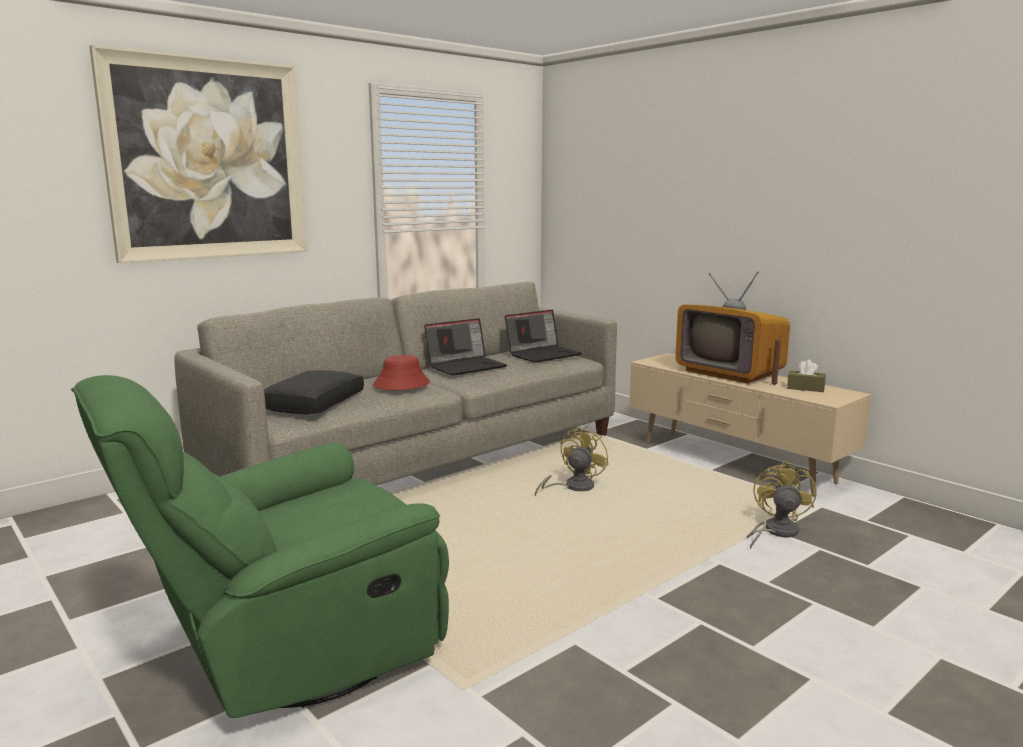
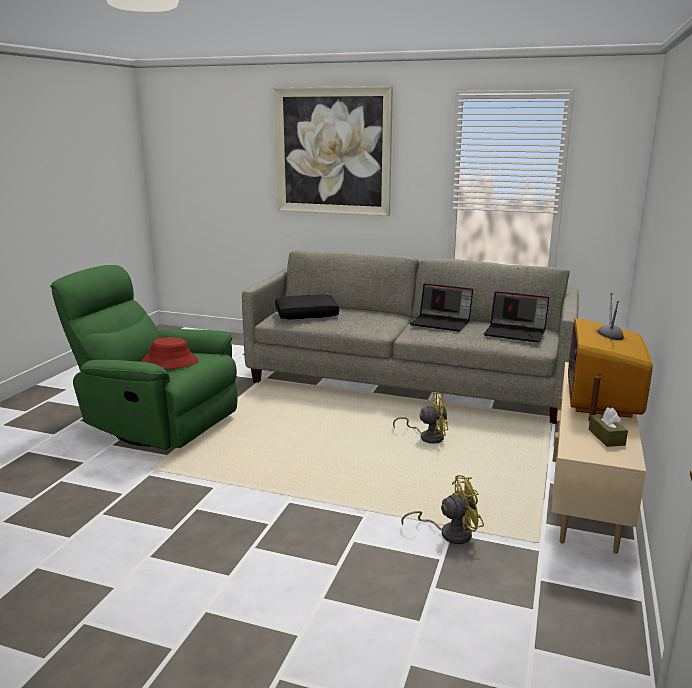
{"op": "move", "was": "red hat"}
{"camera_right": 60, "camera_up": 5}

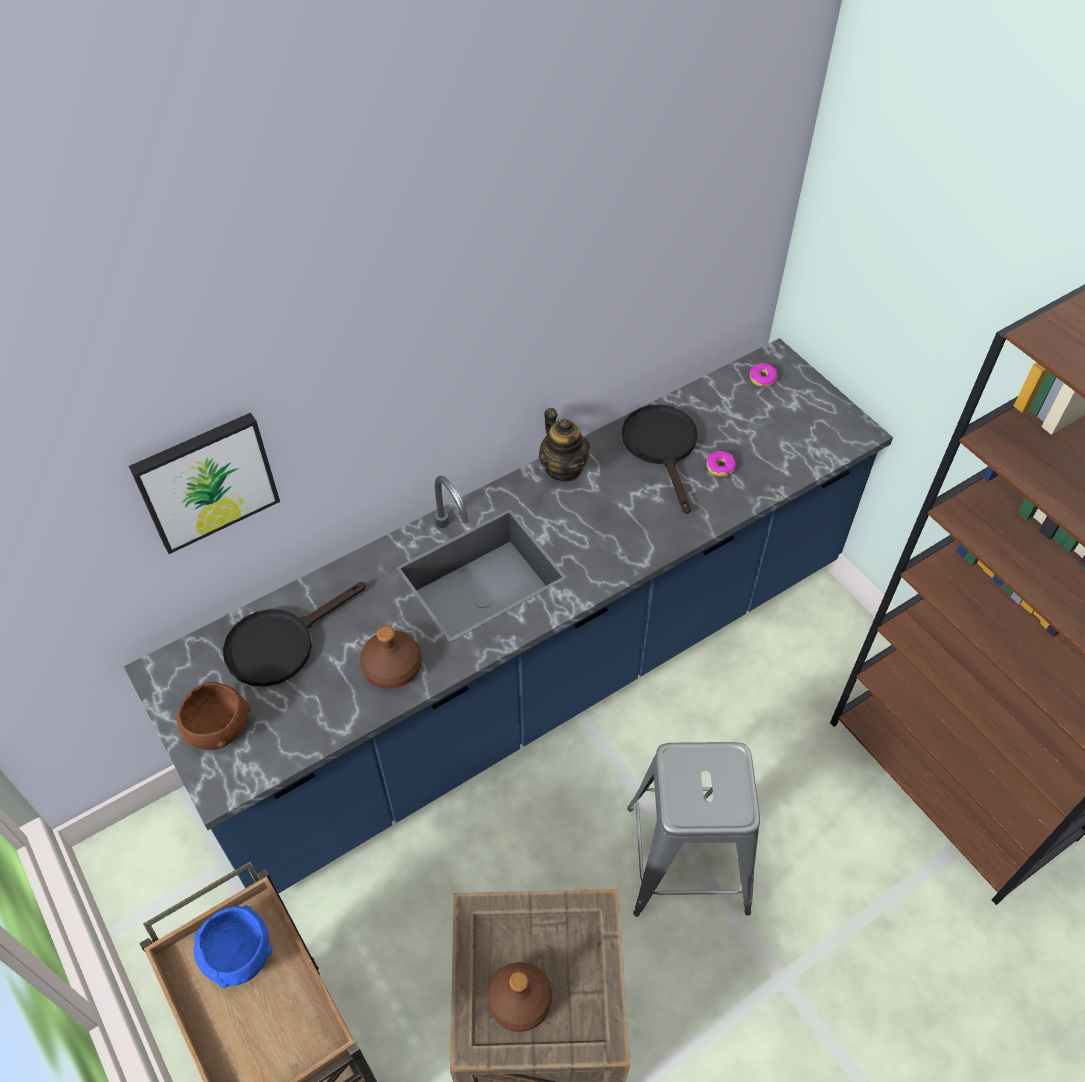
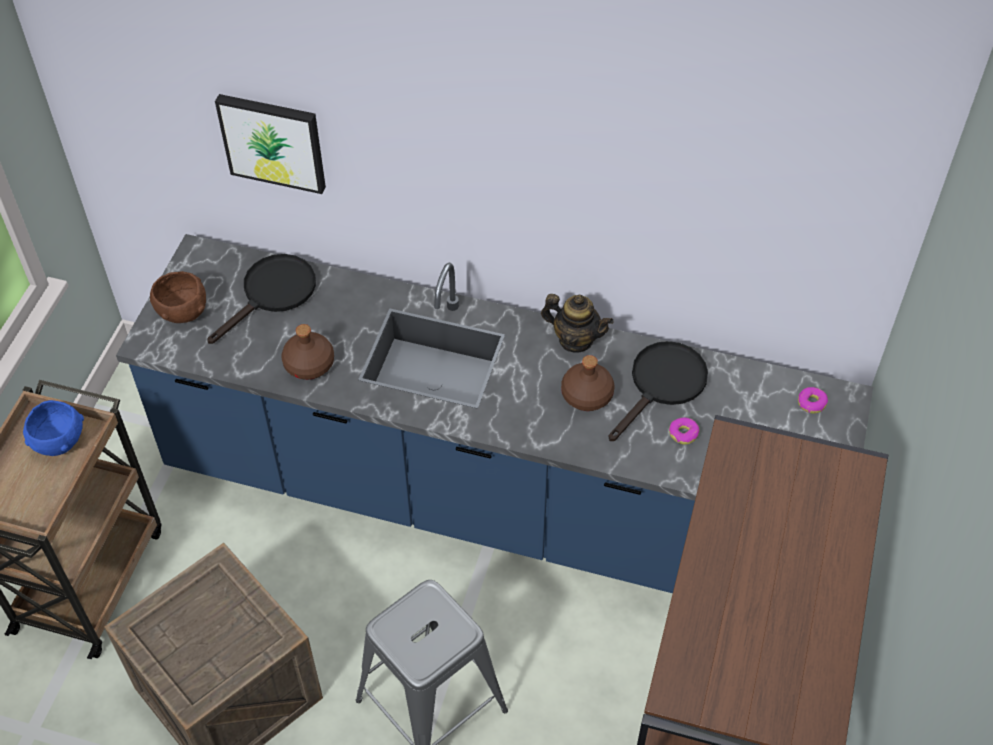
{"op": "rotate", "was": "teapot", "clockwise": -90}
{"op": "rotate", "was": "black frying pan (1st from left)", "clockwise": 120}
{"op": "move", "was": "brown bottle (2nd from left)"}
{"camera_right": 50, "camera_up": 0}

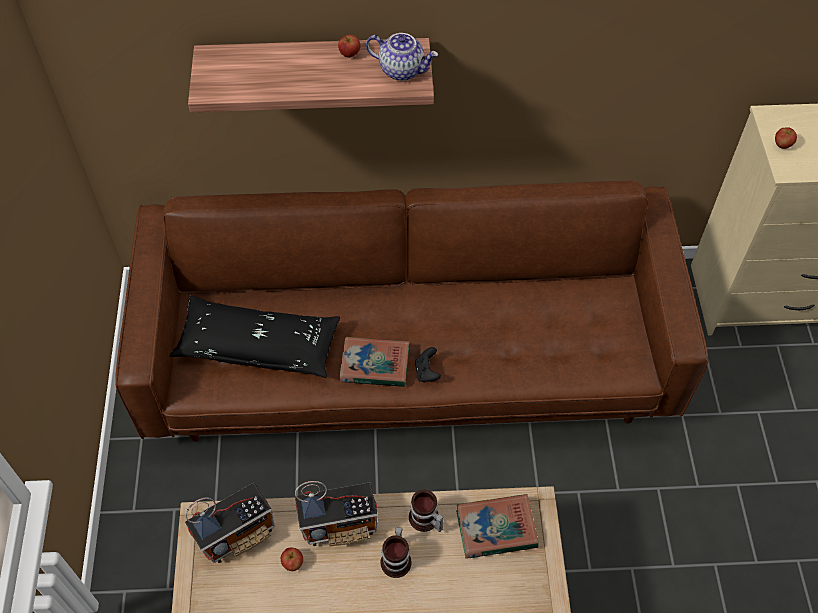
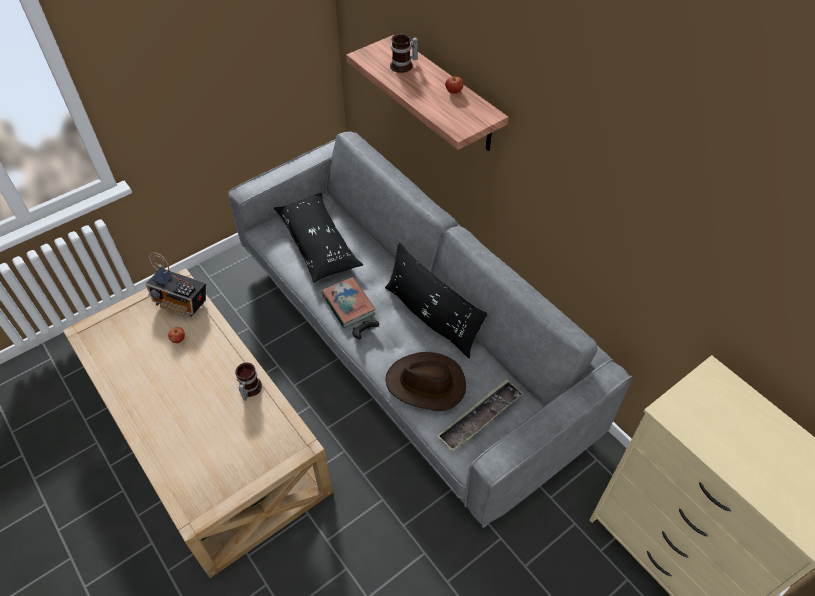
{"op": "delete", "was": "teapot"}
{"op": "delete", "was": "apple (3rd from left)"}
{"op": "recolor", "was": "brown sofa", "now": "grey sofa"}
{"op": "delete", "was": "radio (2nd from left)"}
{"op": "delete", "was": "book (2nd from left)"}
{"op": "move", "was": "mug (1st from left in the first image)", "now": "mug (2nd from left)"}
{"op": "insert", "now": "black pillow (2nd from left)"}
{"op": "insert", "now": "brown hat"}
{"op": "insert", "now": "tray"}
{"camera_right": 55, "camera_up": -5}

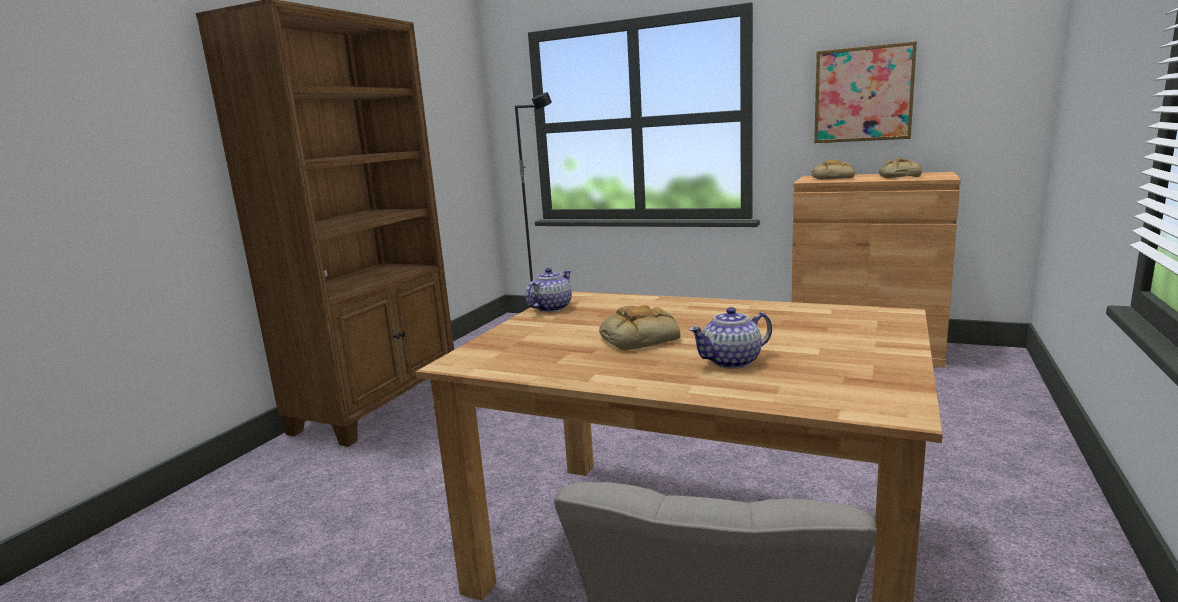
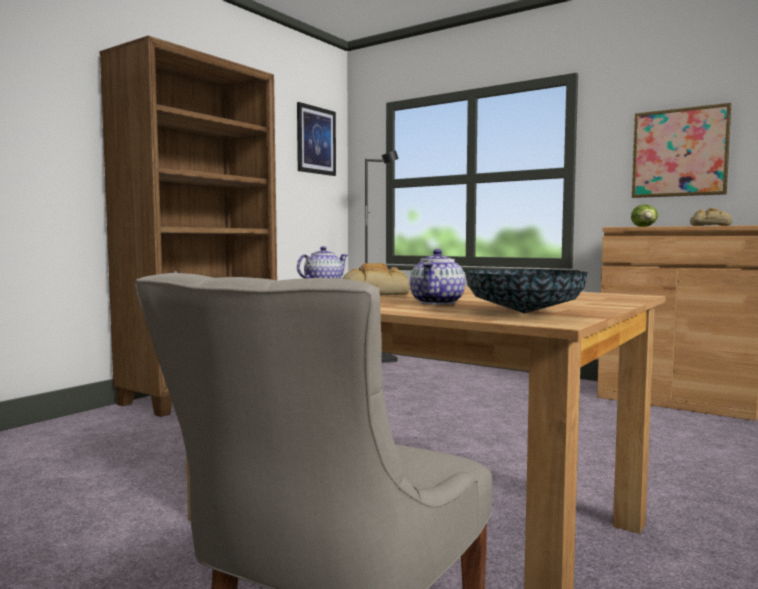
{"op": "replace", "was": "bread (2nd from left)", "now": "lettuce"}
{"op": "rotate", "was": "teapot (2nd from left)", "clockwise": -60}
{"op": "insert", "now": "picture (1st from left)"}
{"op": "insert", "now": "bowl"}
{"camera_right": 10, "camera_up": -10}

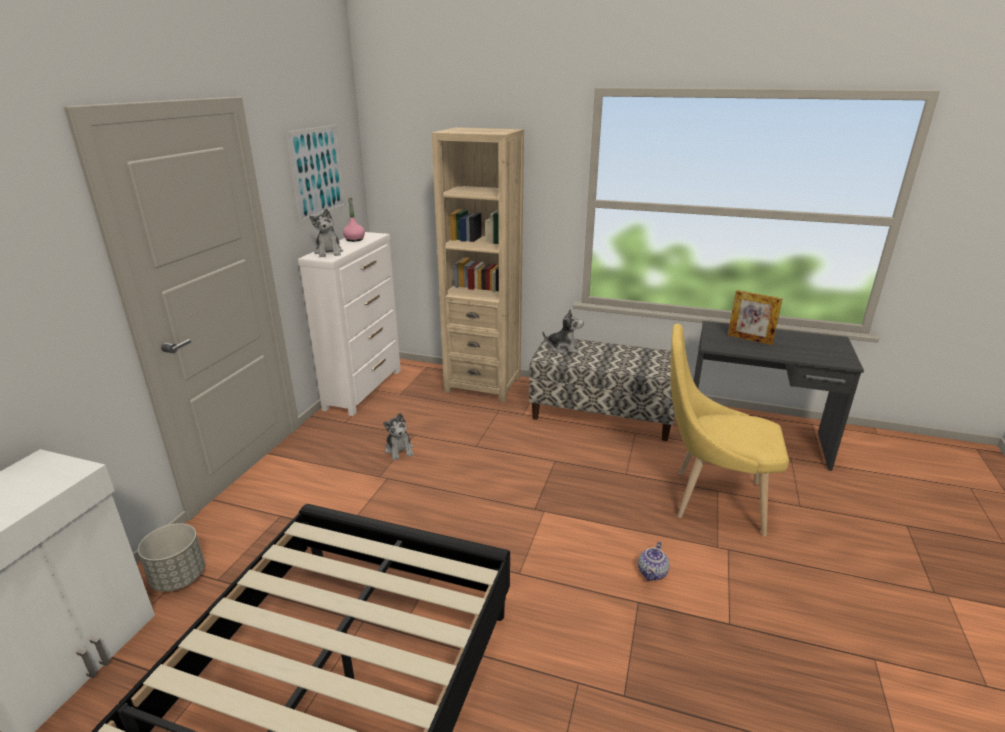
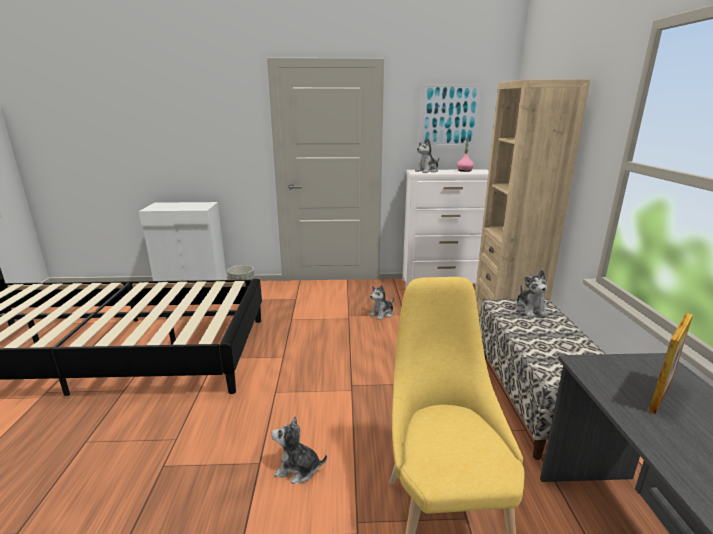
{"op": "rotate", "was": "picture frame", "clockwise": -150}
{"op": "replace", "was": "teapot", "now": "plush toy (1st from left)"}
{"camera_right": 70, "camera_up": -5}

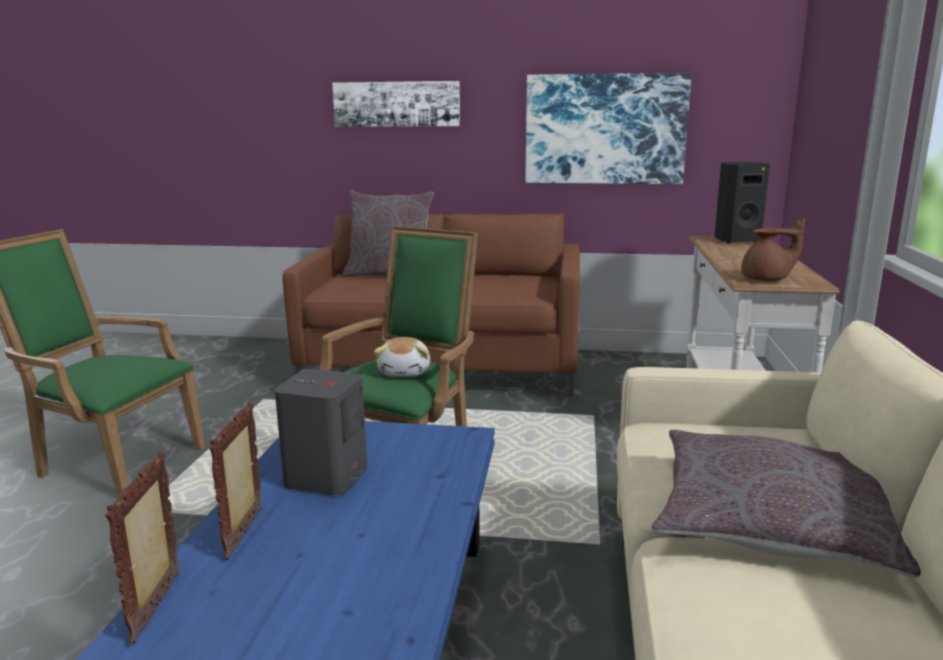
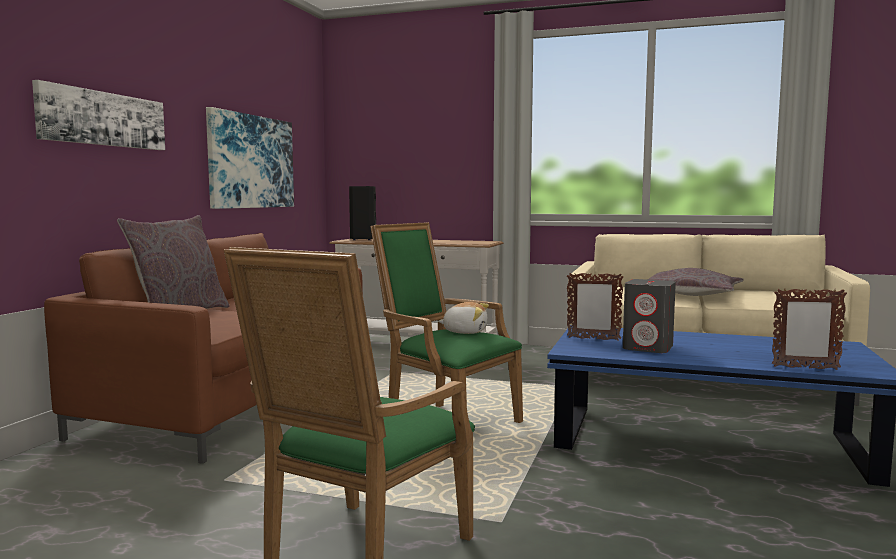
{"op": "delete", "was": "brown teapot"}
{"op": "move", "was": "picture frame (2nd from left in the first image)", "now": "picture frame (1st from left)"}
{"camera_right": -80, "camera_up": -10}

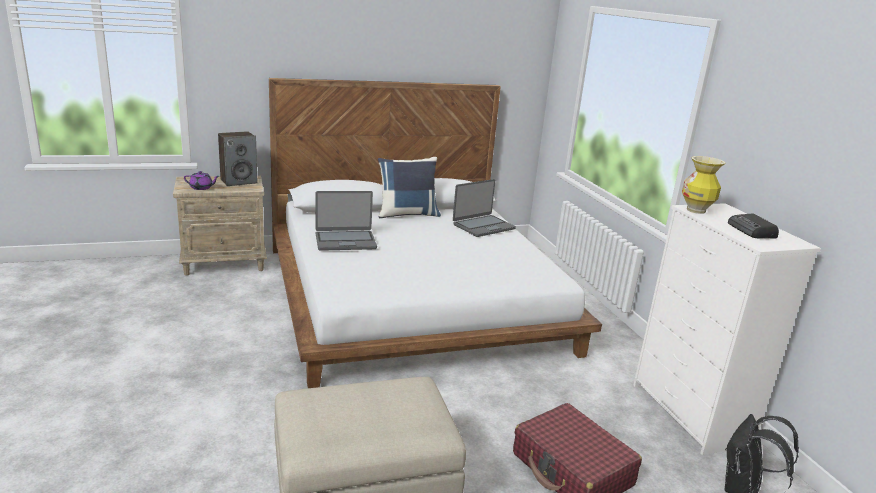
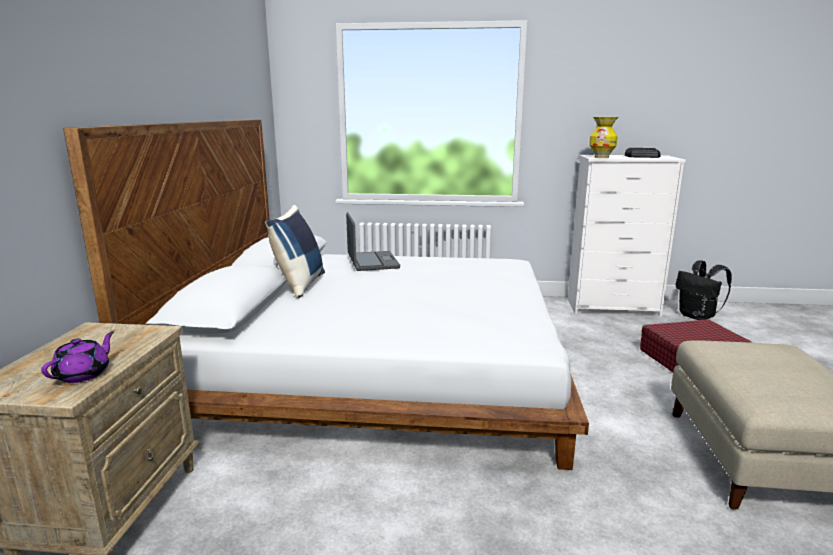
{"op": "delete", "was": "speaker"}
{"op": "delete", "was": "laptop (1st from left)"}
{"camera_right": -65, "camera_up": -5}

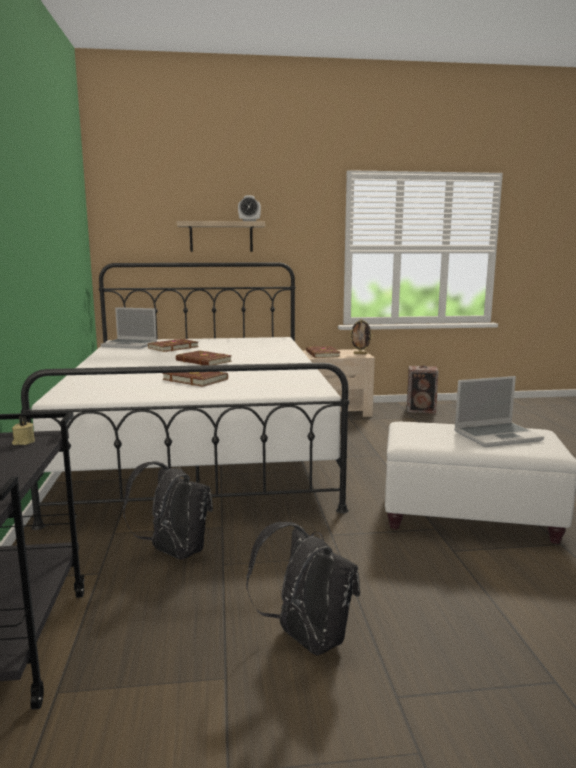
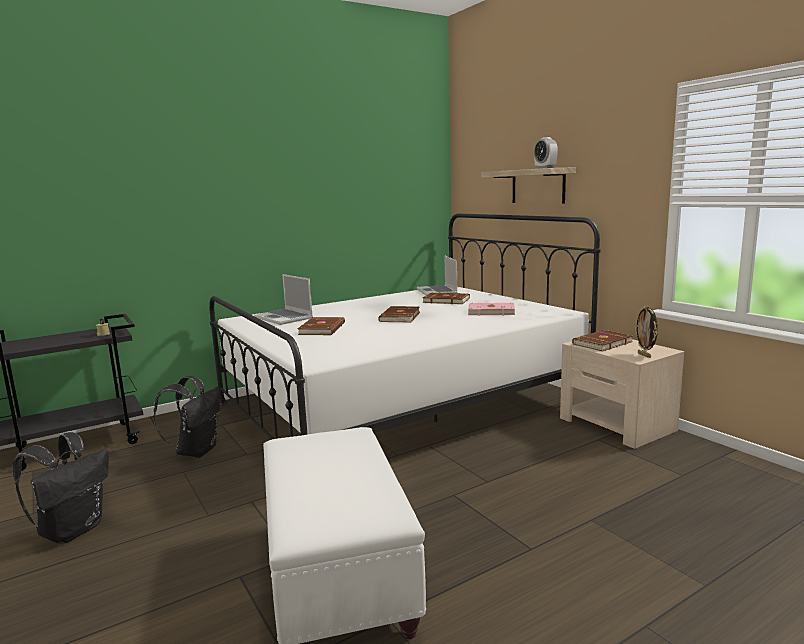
{"op": "delete", "was": "speaker"}
{"op": "move", "was": "laptop (2nd from left in the first image)", "now": "laptop (1st from left)"}
{"op": "insert", "now": "pink book"}
{"camera_right": 65, "camera_up": 0}

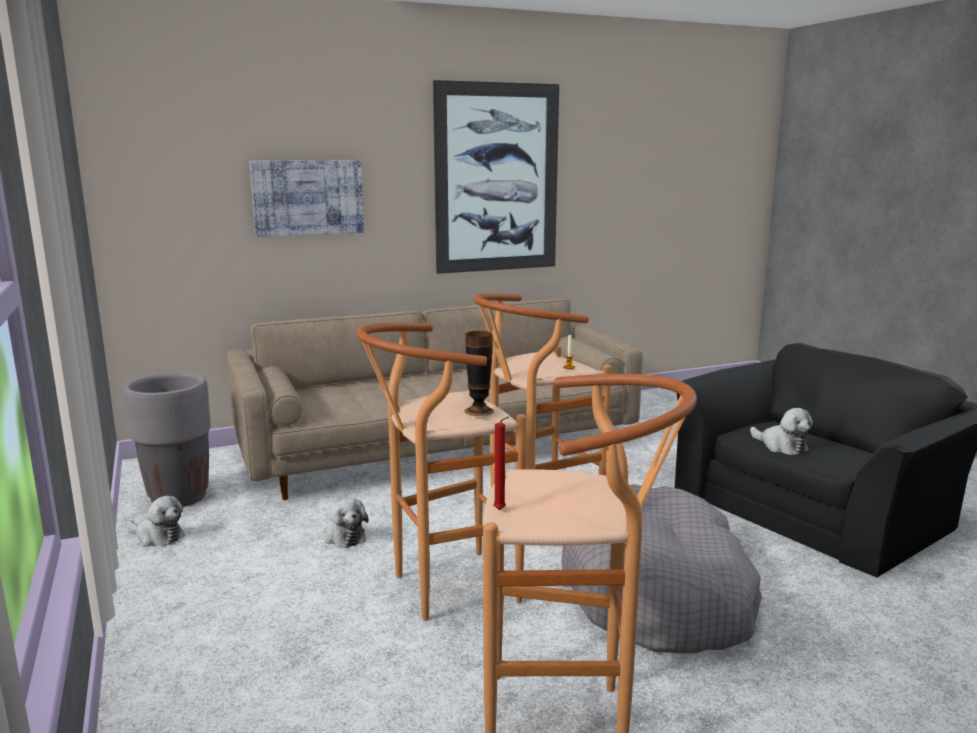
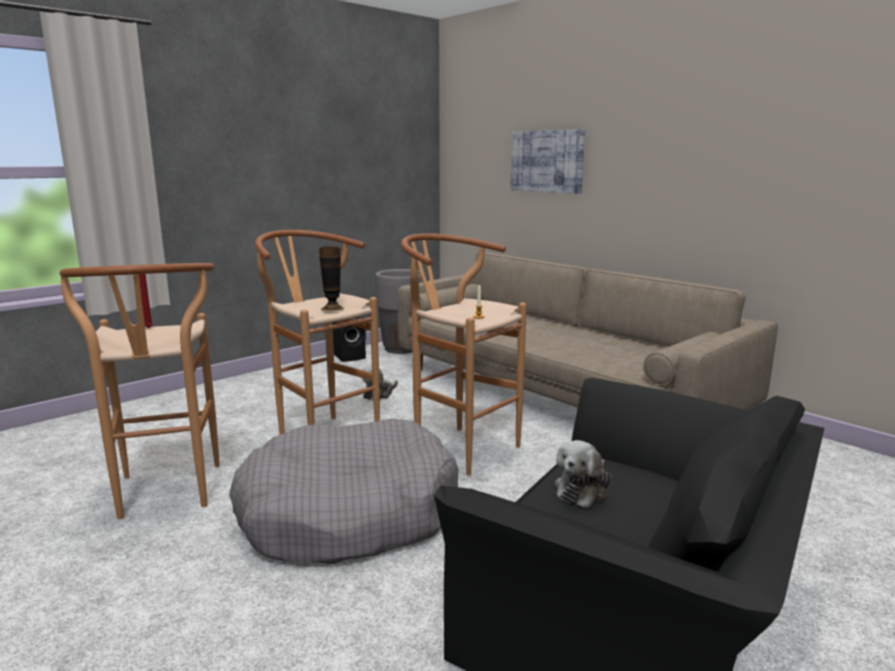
{"op": "delete", "was": "picture (2nd from left)"}
{"op": "replace", "was": "plush toy (1st from left)", "now": "black speaker"}
{"camera_right": 70, "camera_up": 0}

